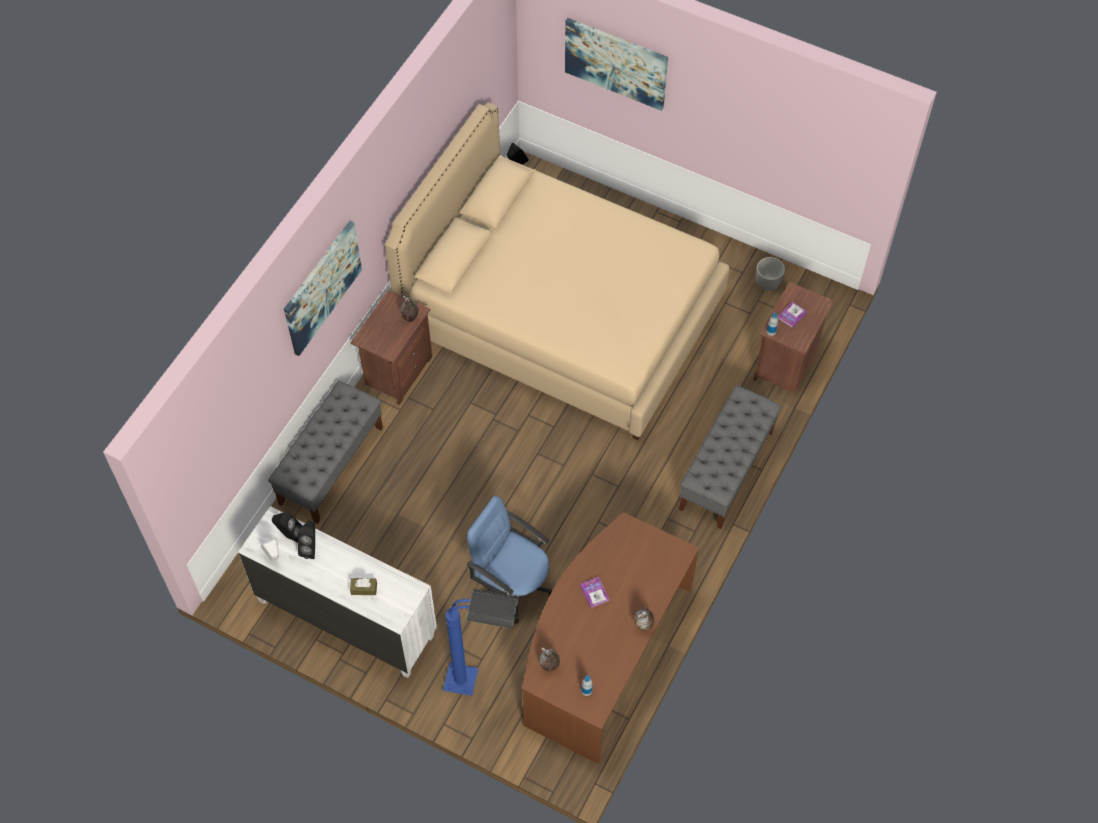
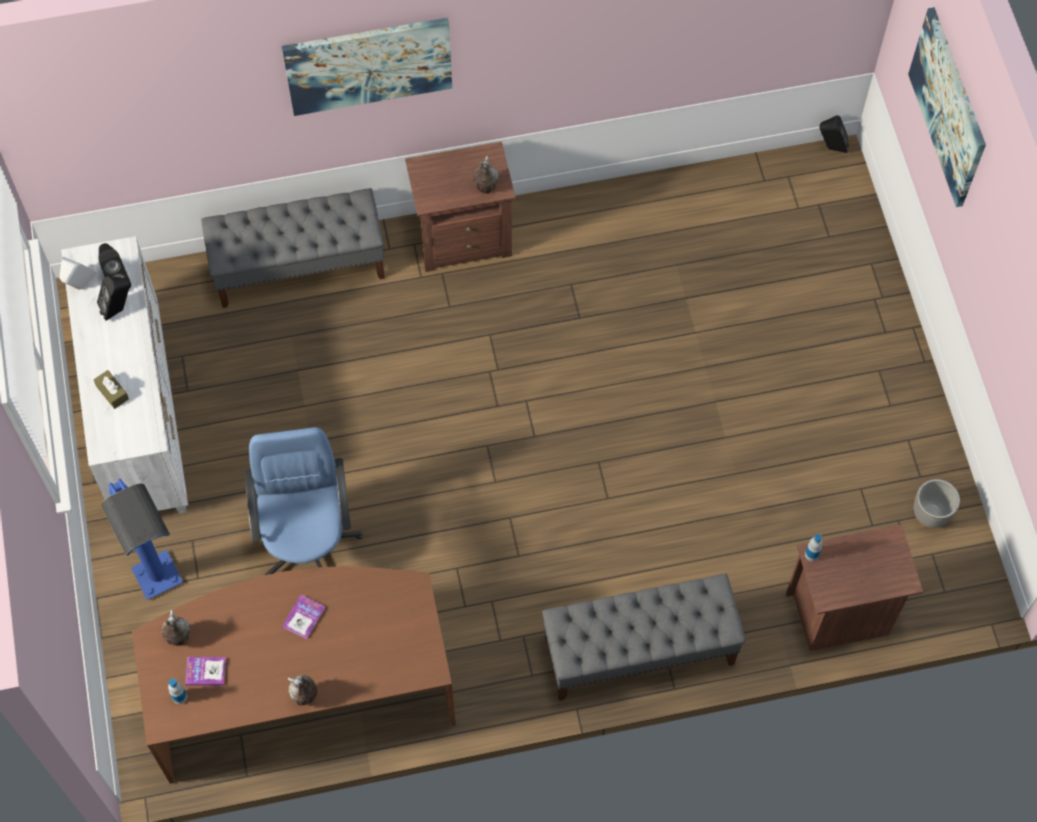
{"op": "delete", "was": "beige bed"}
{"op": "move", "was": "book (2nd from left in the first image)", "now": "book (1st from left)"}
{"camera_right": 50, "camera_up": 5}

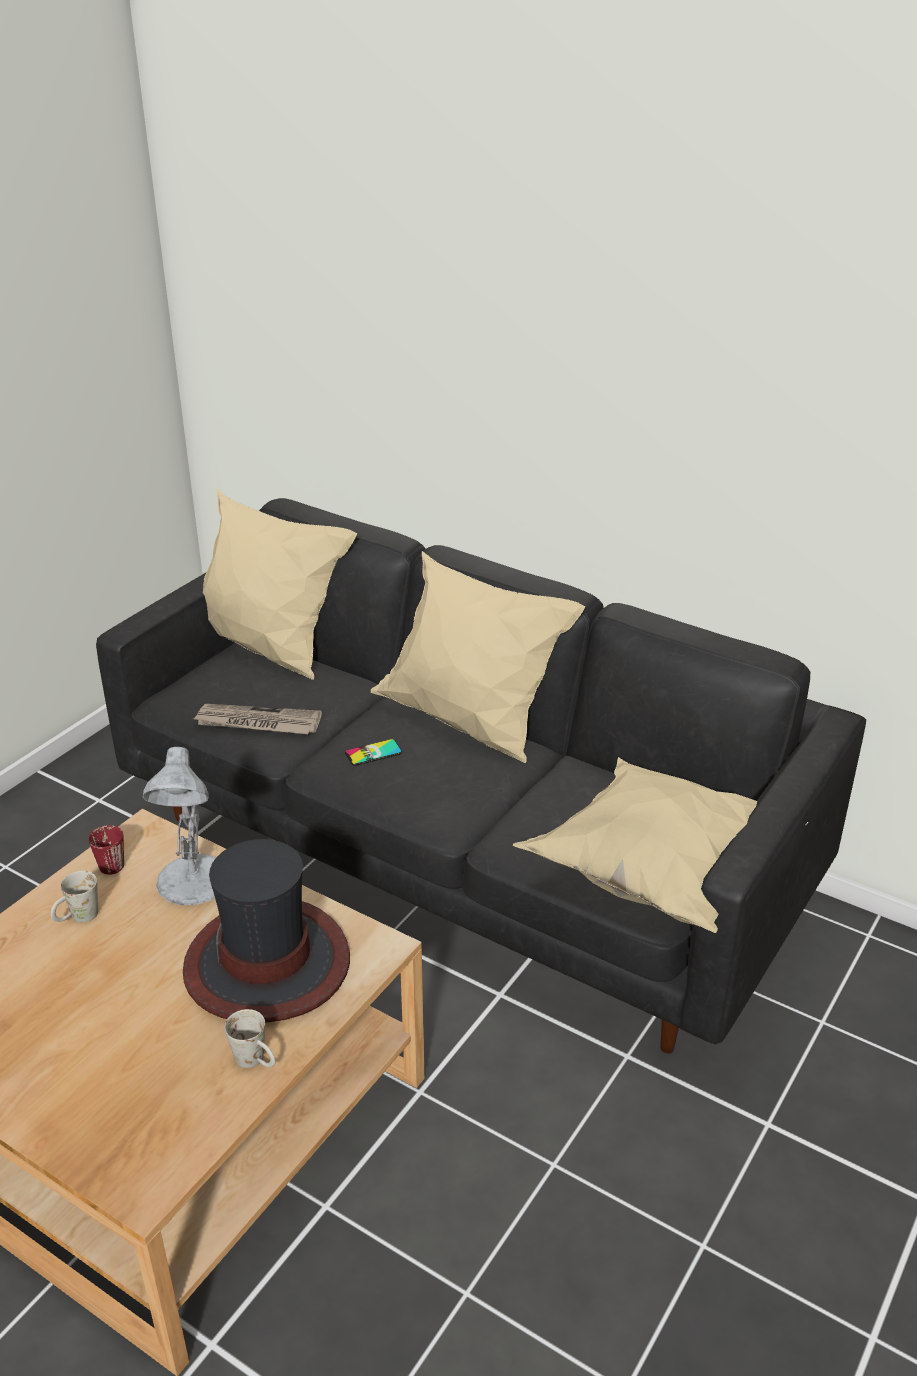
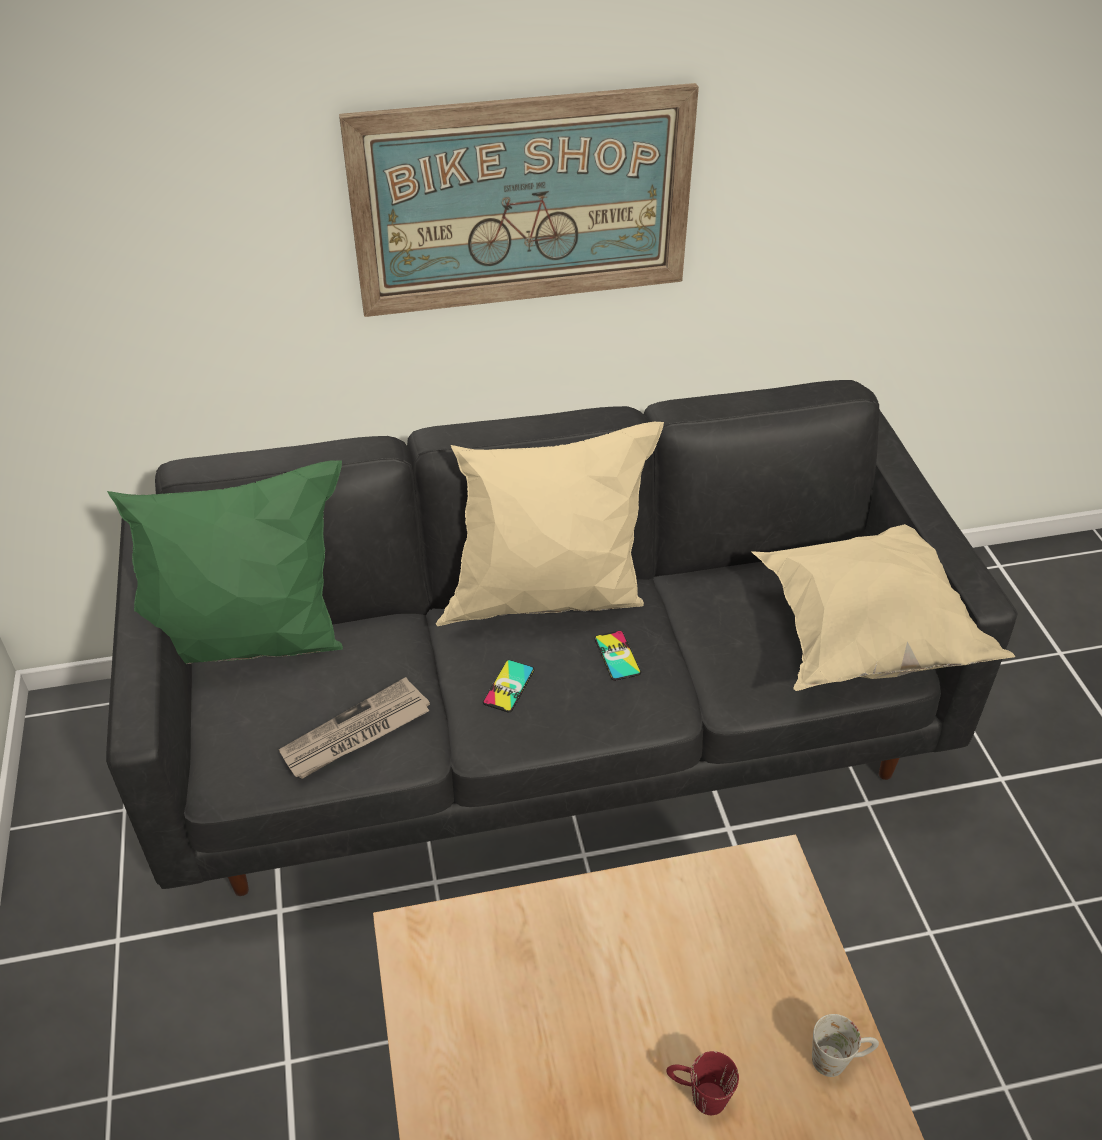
{"op": "recolor", "was": "beige pillow (1st from left)", "now": "green pillow"}
{"op": "delete", "was": "white table lamp"}
{"op": "move", "was": "red mug"}
{"op": "delete", "was": "hat"}
{"op": "delete", "was": "white mug (1st from left)"}
{"op": "insert", "now": "picture"}
{"op": "insert", "now": "phone (2nd from left)"}
{"camera_right": -45, "camera_up": 10}

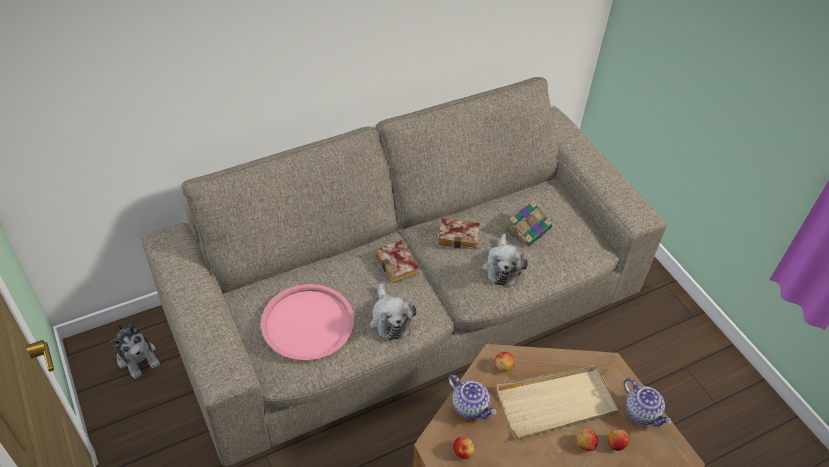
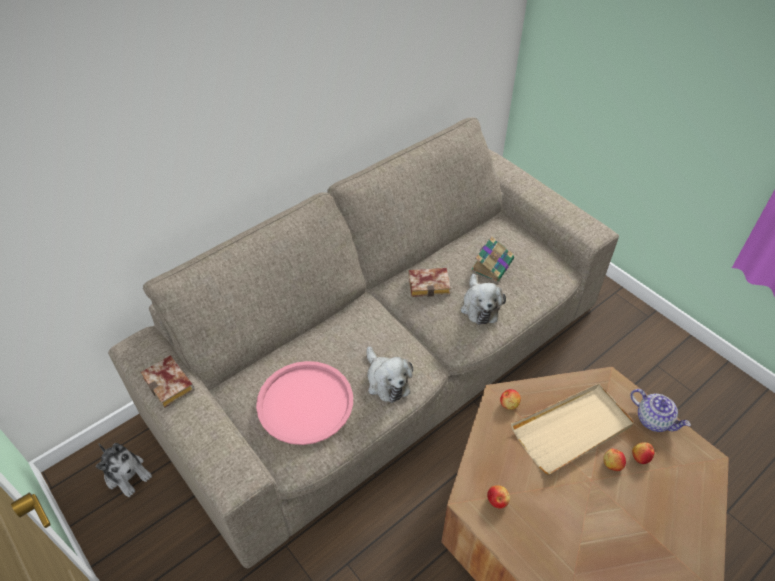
{"op": "move", "was": "book (1st from left)"}
{"op": "delete", "was": "teapot (1st from left)"}
{"camera_right": -10, "camera_up": 0}

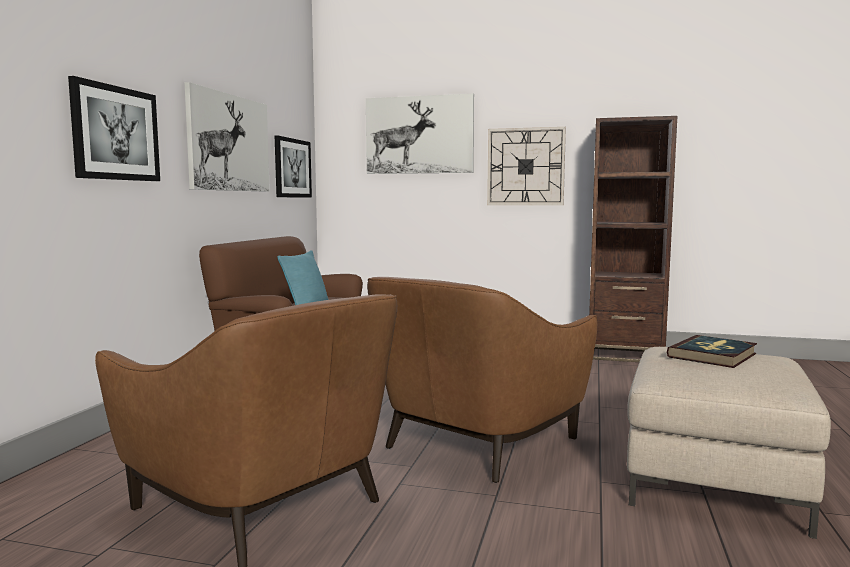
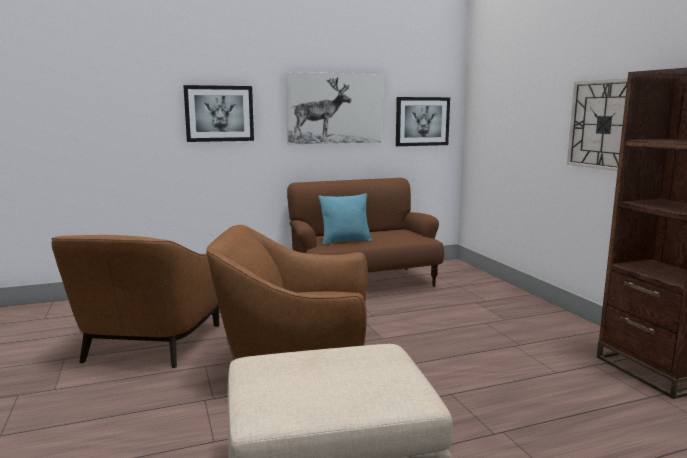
{"op": "delete", "was": "picture (4th from left)"}
{"op": "delete", "was": "book"}
{"camera_right": 55, "camera_up": 5}

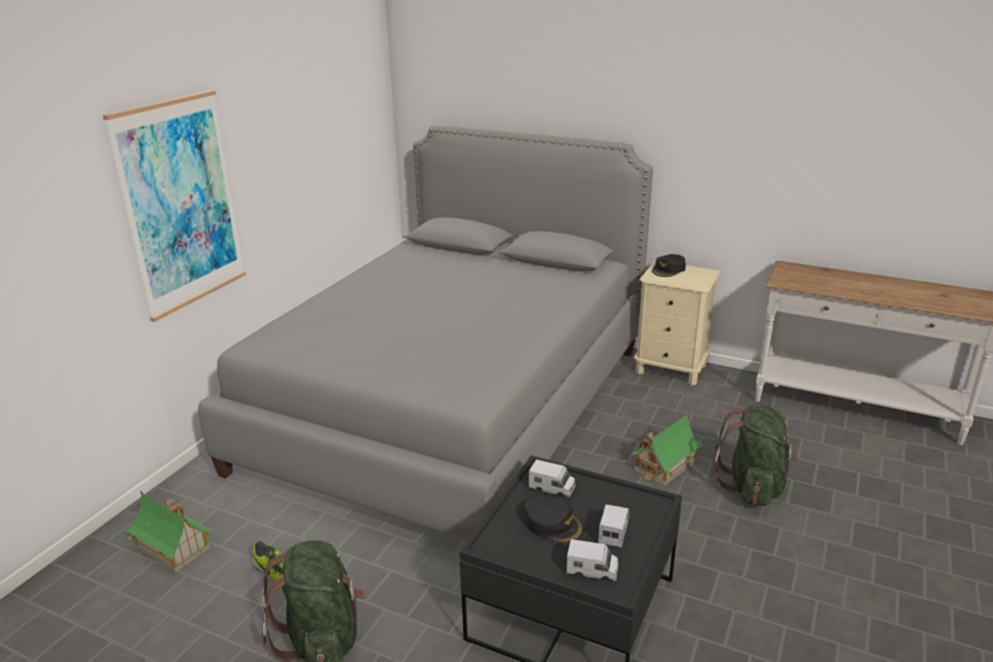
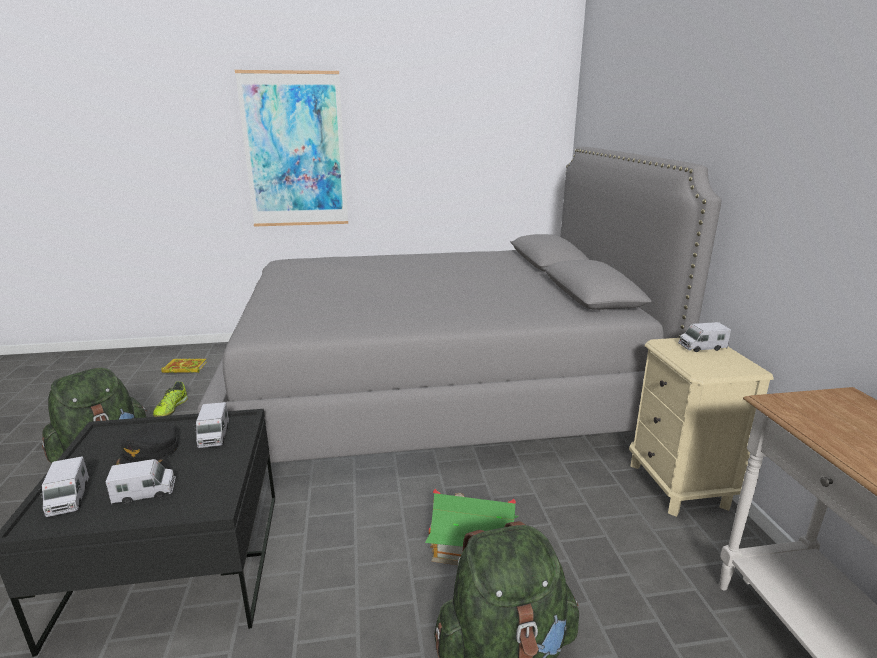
{"op": "replace", "was": "black cap (2nd from left)", "now": "toy truck (4th from left)"}
{"op": "replace", "was": "toy house (1st from left)", "now": "book"}
{"camera_right": 55, "camera_up": -5}

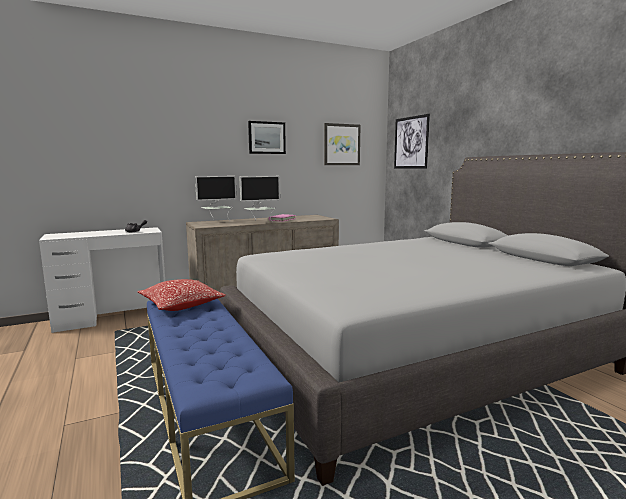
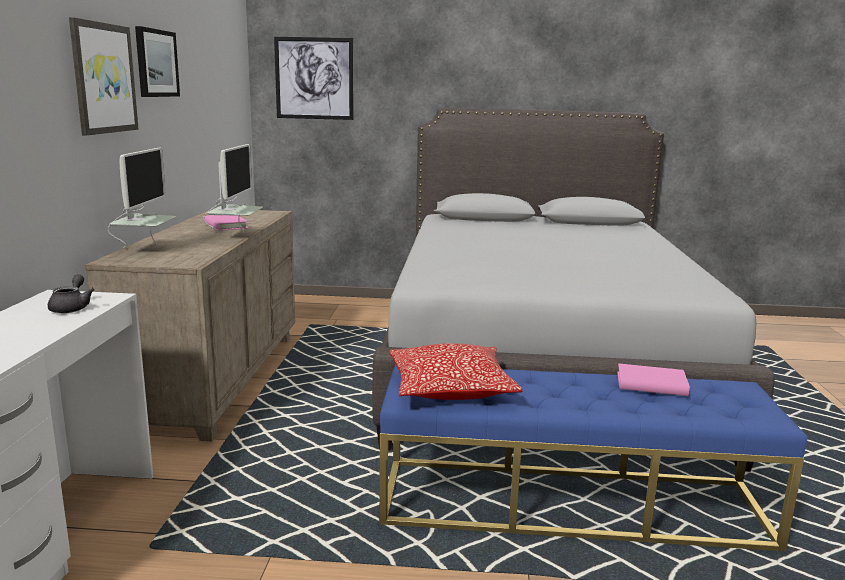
{"op": "move", "was": "picture (2nd from left in the first image)", "now": "picture (1st from left)"}
{"op": "insert", "now": "pink book (2nd from left)"}
{"camera_right": -60, "camera_up": 5}

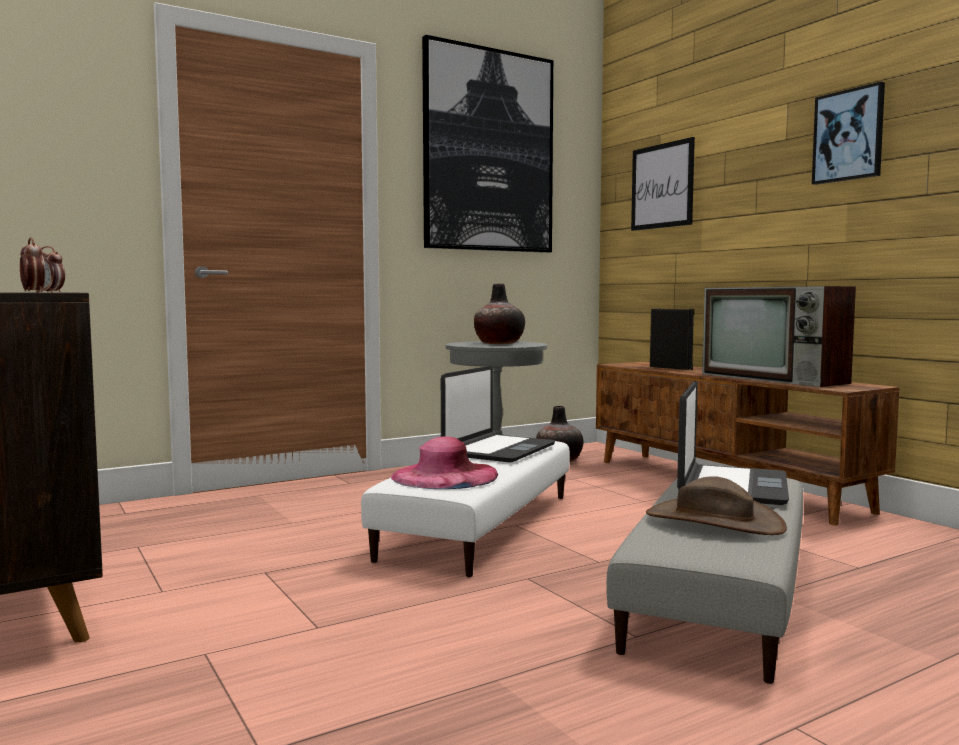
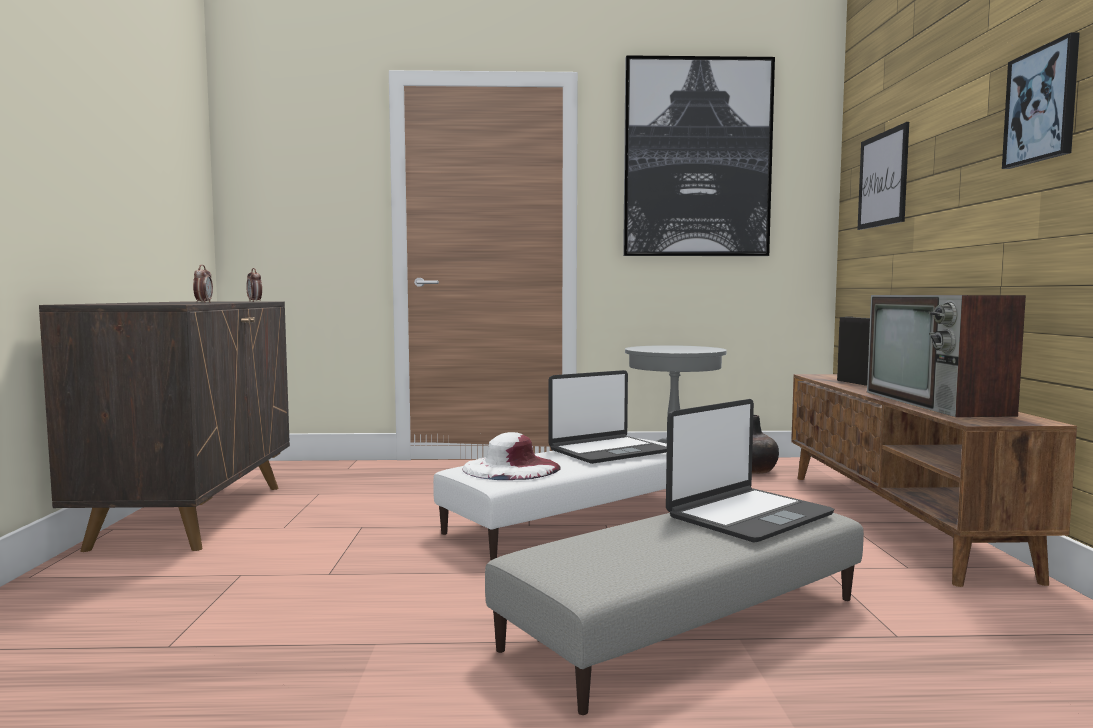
{"op": "delete", "was": "vase (1st from left)"}
{"op": "recolor", "was": "pink hat", "now": "white hat"}
{"op": "delete", "was": "brown hat"}
{"camera_right": 30, "camera_up": 0}

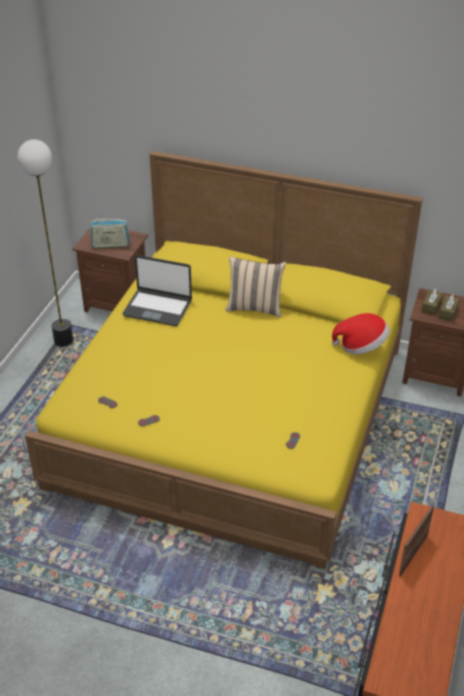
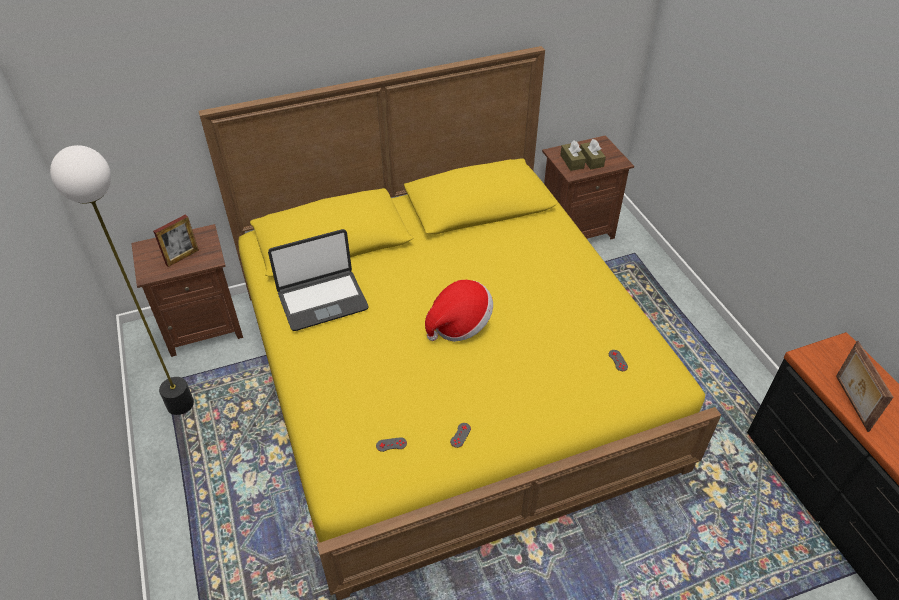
{"op": "replace", "was": "radio", "now": "picture frame (1st from left)"}
{"op": "delete", "was": "beige pillow"}
{"op": "move", "was": "hat"}
{"camera_right": -40, "camera_up": 5}

